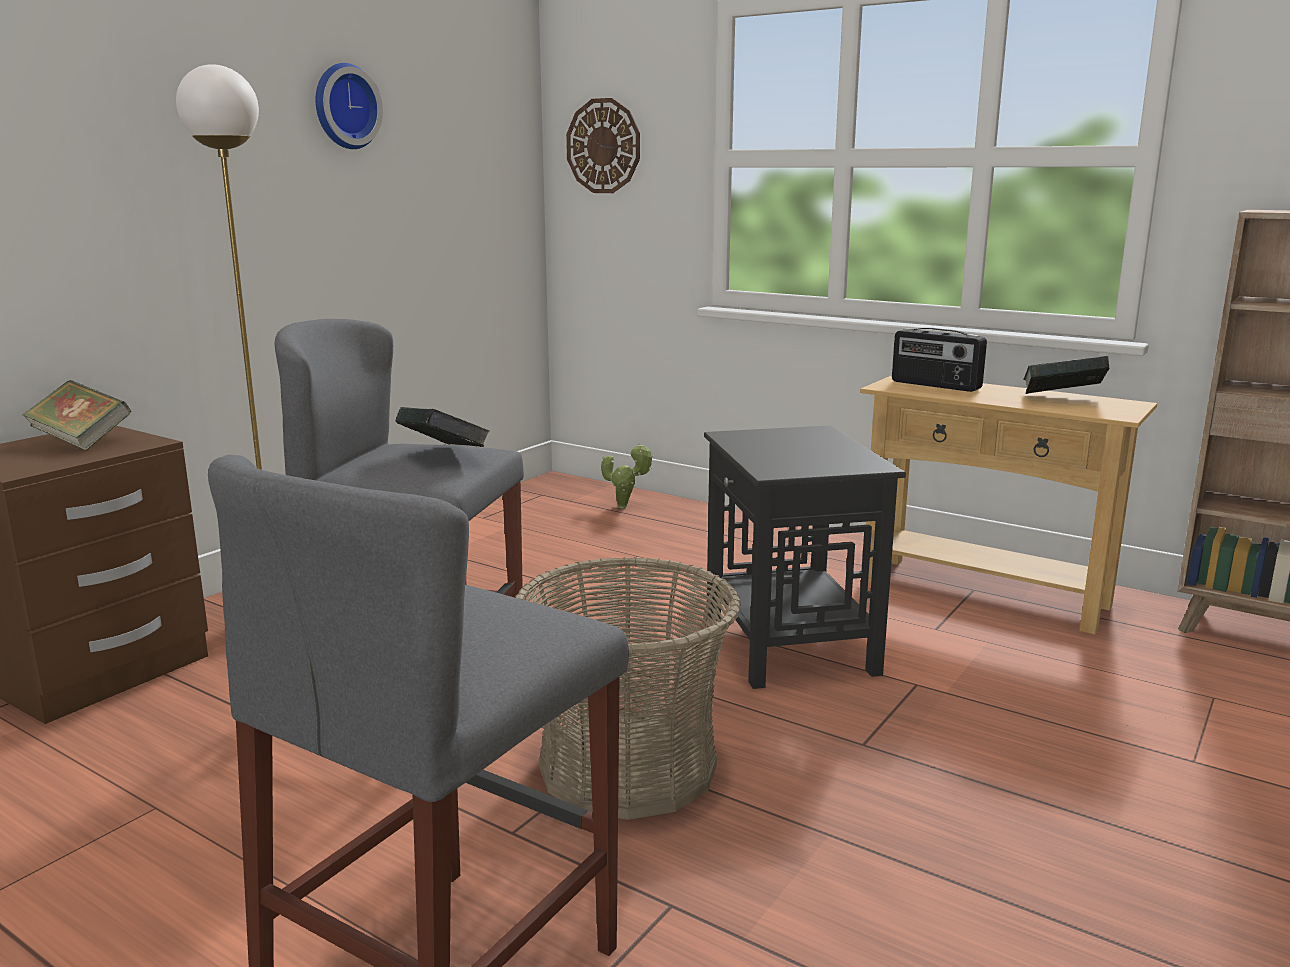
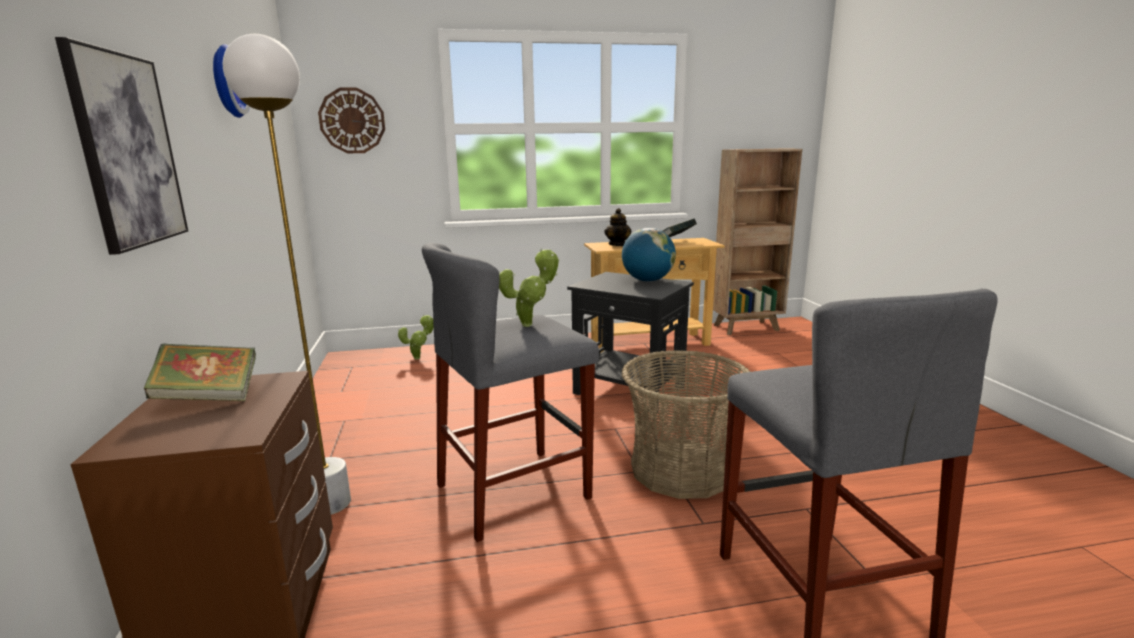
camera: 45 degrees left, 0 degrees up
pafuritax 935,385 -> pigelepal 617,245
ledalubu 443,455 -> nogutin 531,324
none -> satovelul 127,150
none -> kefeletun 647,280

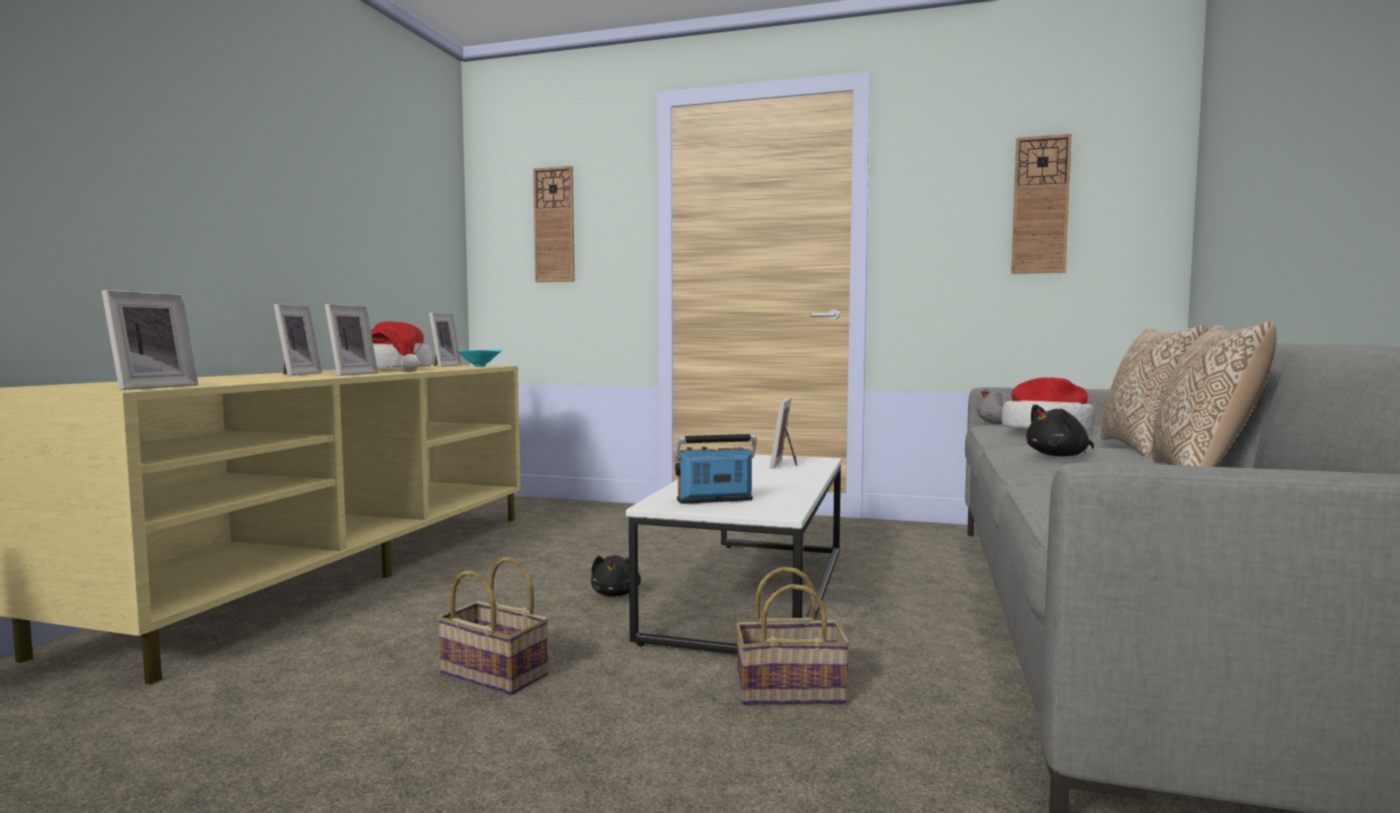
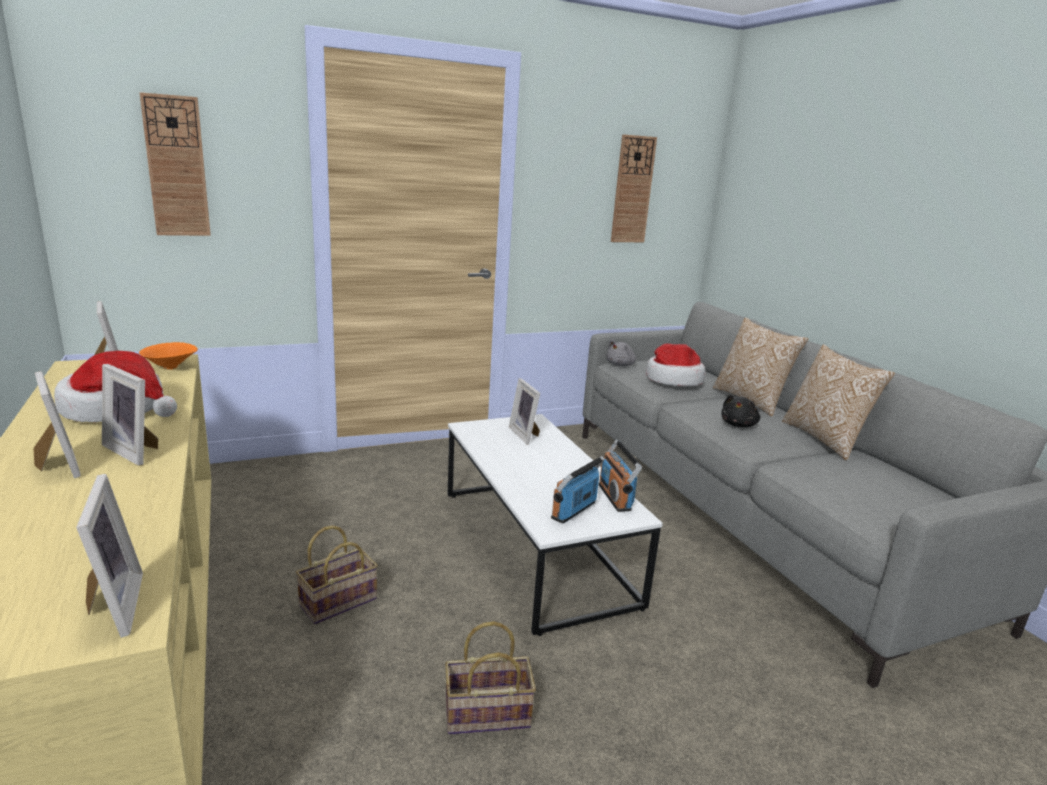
camera: 40 degrees left, 15 degrees up
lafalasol 348,374 -> lafalasol 135,451, 150 degrees clockwise
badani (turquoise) 480,366 -> badani (orange) 172,368
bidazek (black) 616,594 -> none
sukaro 792,690 -> sukaro 339,600, shifted
none -> pafuritax 615,497

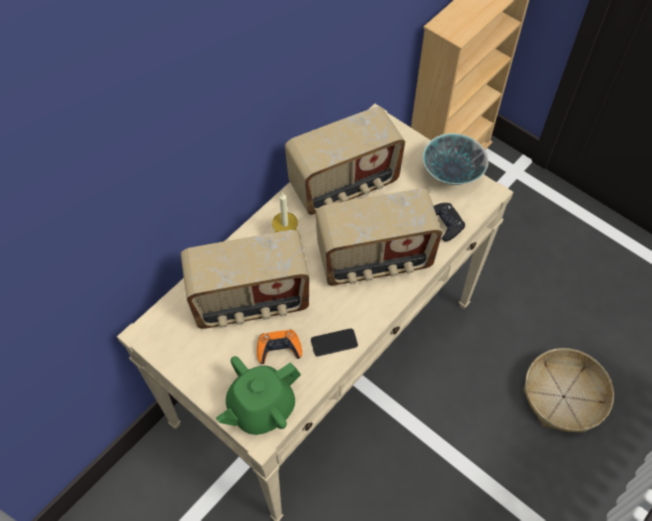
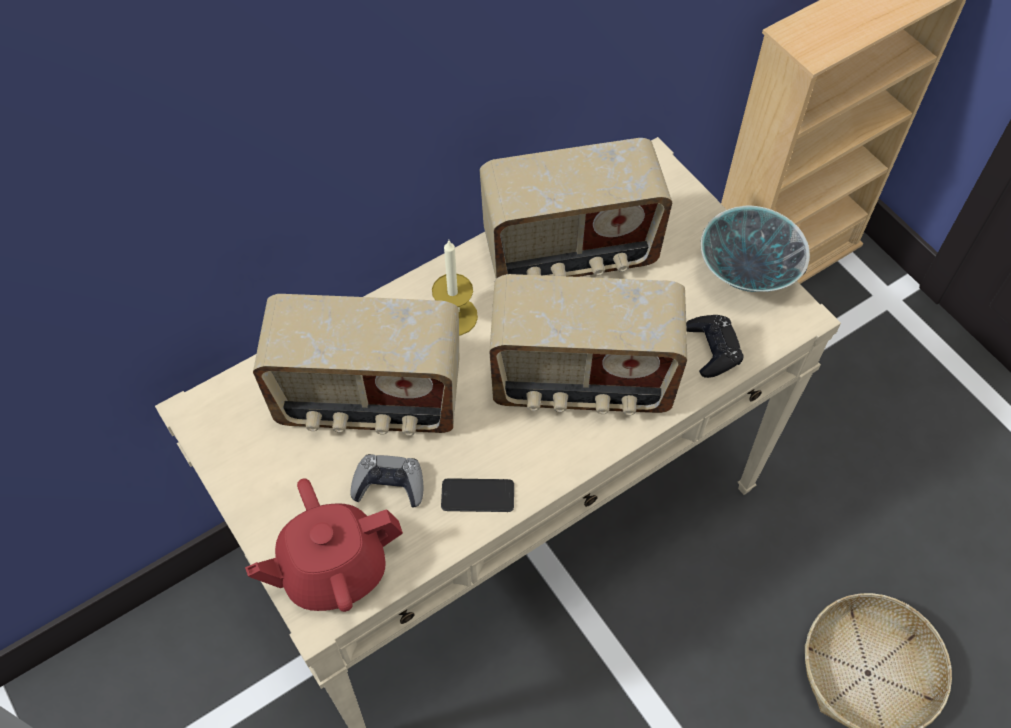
camera: 15 degrees right, 0 degrees up
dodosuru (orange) 279,349 -> dodosuru (grey) 389,484
pigelepal (green) 261,407 -> pigelepal (red) 333,569

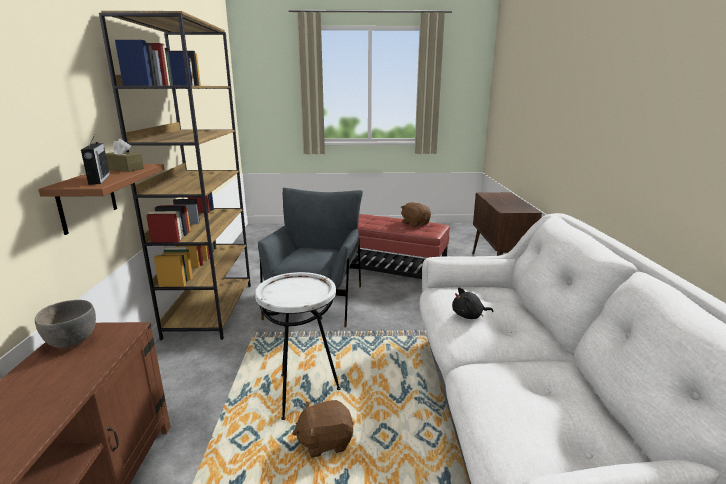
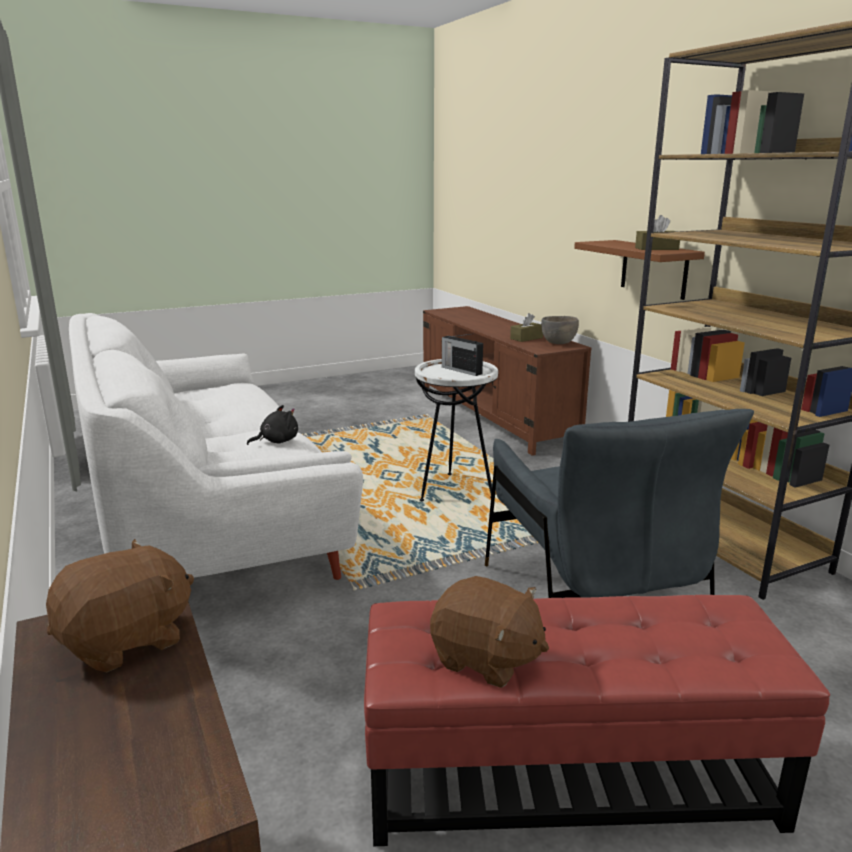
camera: 155 degrees right, 0 degrees up
pafuritax 99,179 -> pafuritax 461,370, shifted
bidazek (brown) 325,441 -> bidazek (brown) 127,640, shifted
none -> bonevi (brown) 526,338

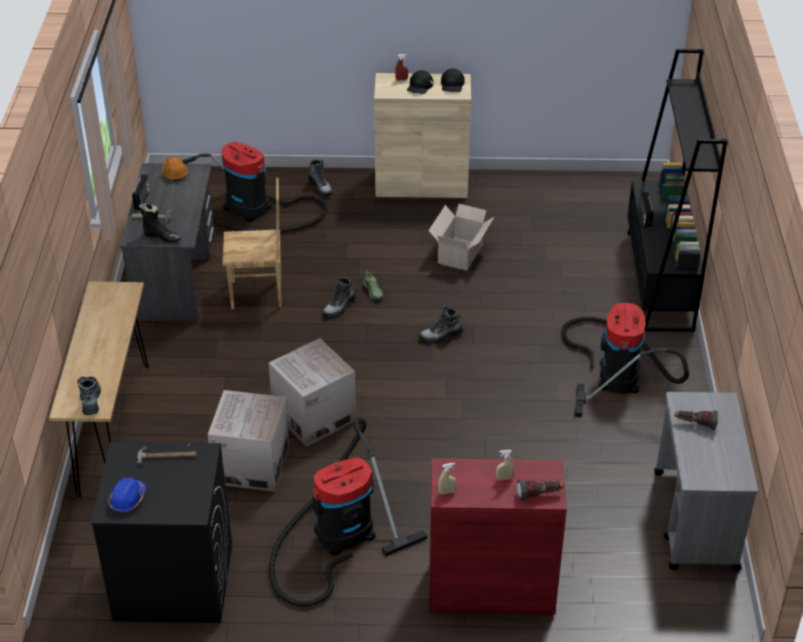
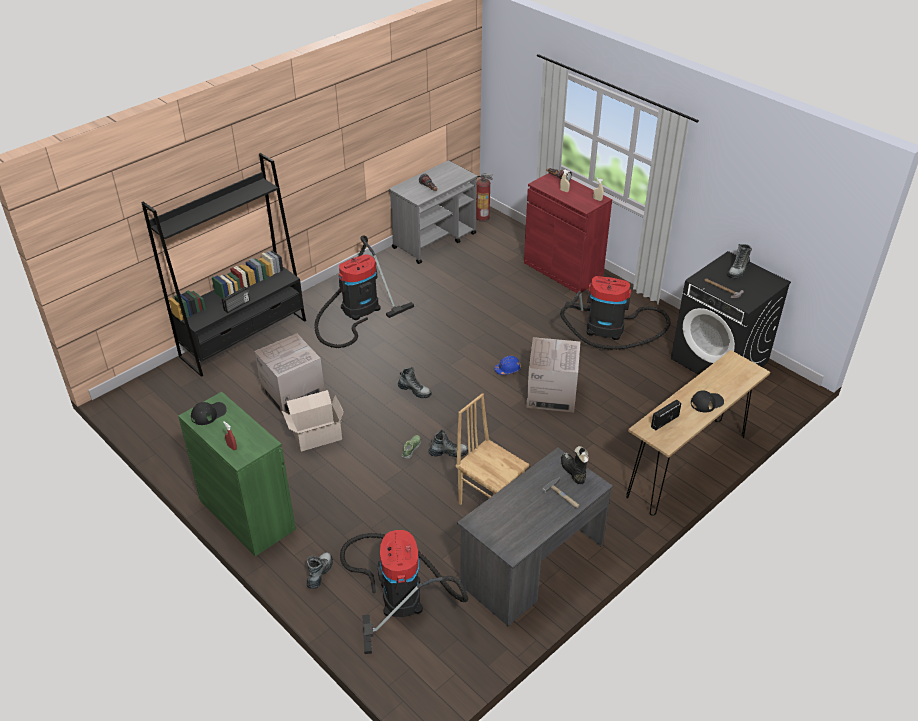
camera: 135 degrees left, 0 degrees up
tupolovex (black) 419,86 -> tupolovex (black) 706,402, shifted
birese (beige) 421,184 -> birese (green) 247,515
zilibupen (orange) 175,173 -> none
pafuritax 142,200 -> pafuritax 664,421, shifted
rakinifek 91,400 -> rakinifek 738,270, shifted
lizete 251,465 -> lizete 293,394, shifted
zilibupen (blue) 127,499 -> zilibupen (blue) 508,369, shifted
none -> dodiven 483,217

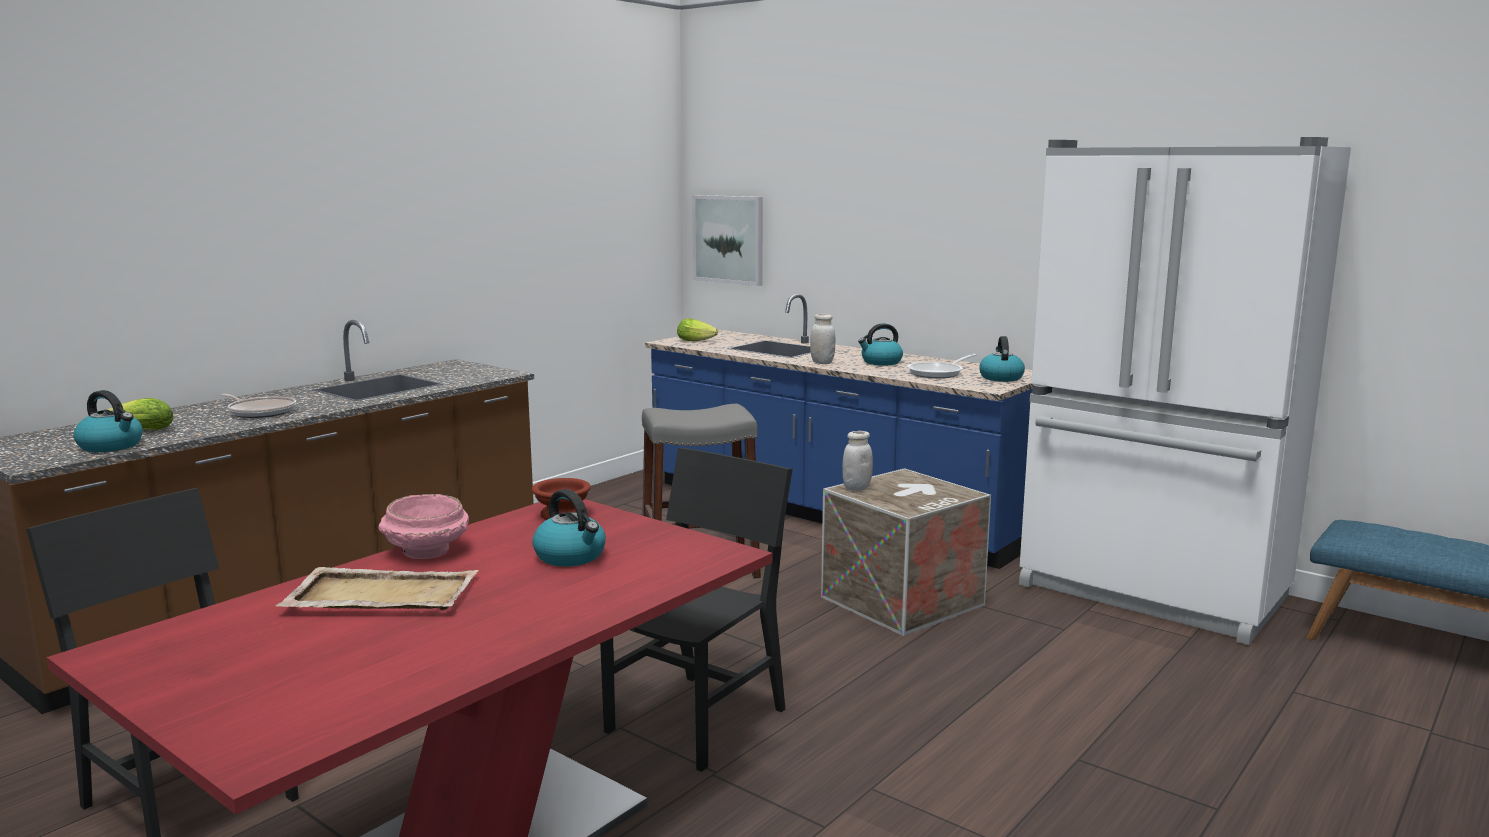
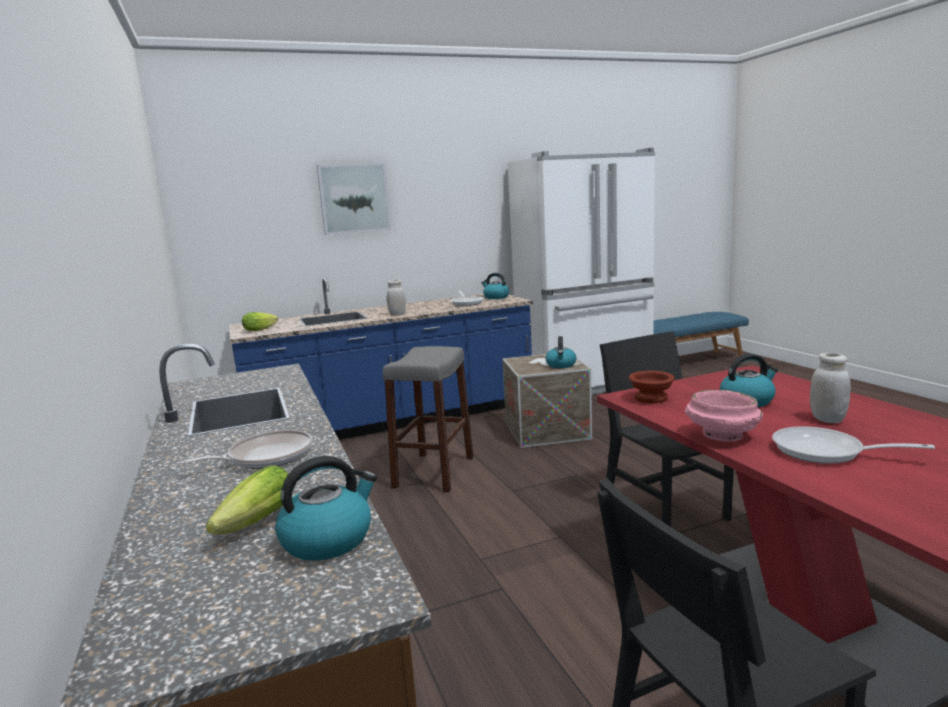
camera: 60 degrees left, 0 degrees up
satovelul 729,239 -> satovelul 354,198, shifted
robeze 881,362 -> robeze 561,365, shifted
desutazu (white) 856,488 -> desutazu (white) 827,419, shifted
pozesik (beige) 380,595 -> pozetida 826,452

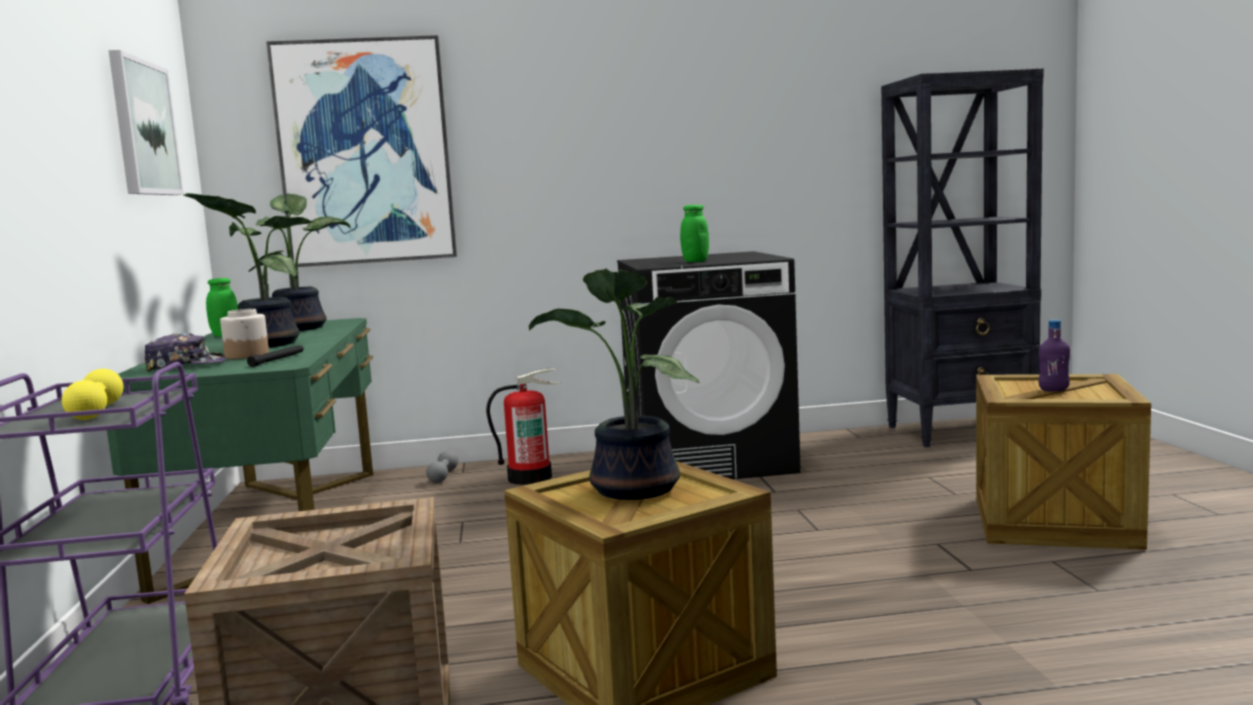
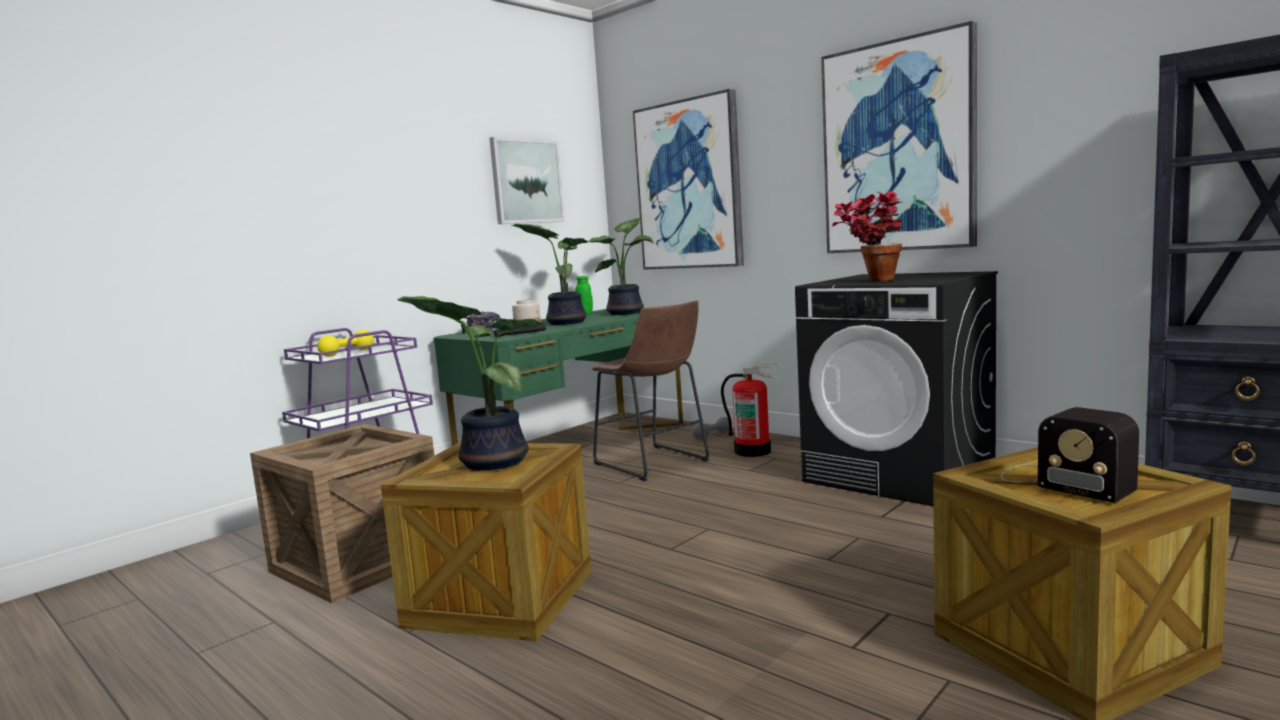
camera: 50 degrees right, 0 degrees up
desutazu (green) 695,261 -> nogutin 871,281
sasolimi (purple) 1053,390 -> pafuritax 1060,481
none -> satovelul 898,148
none -> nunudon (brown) 654,464

